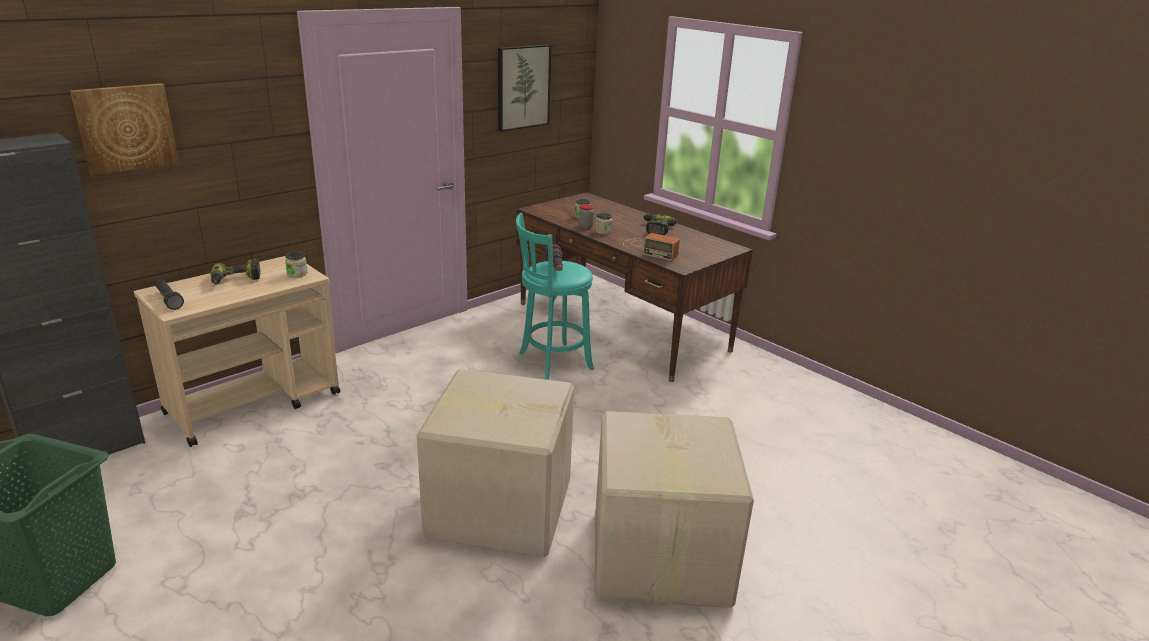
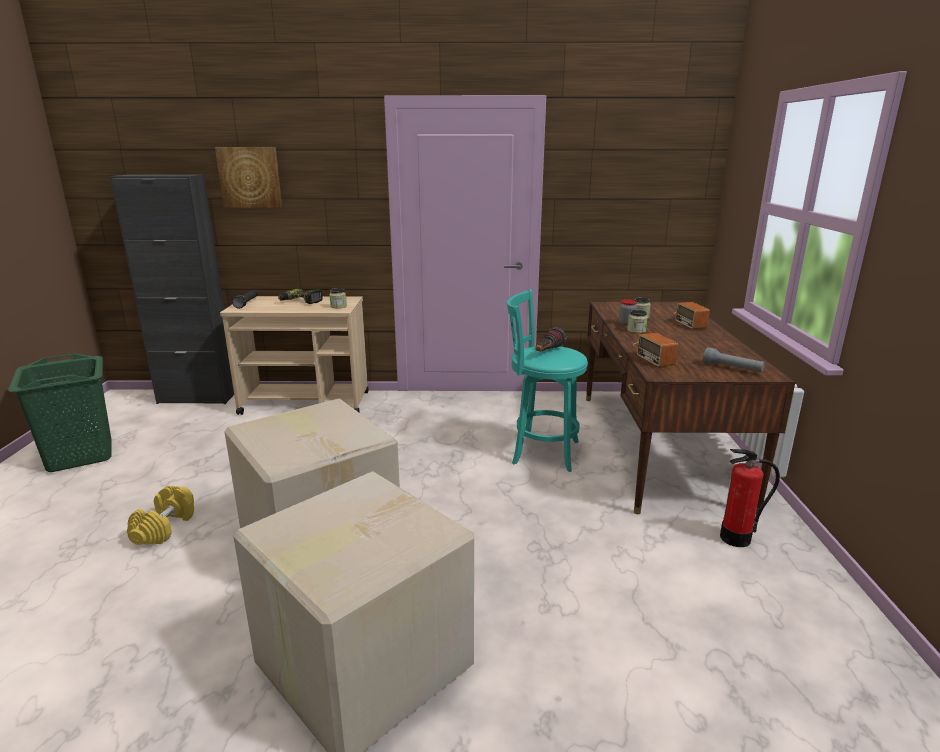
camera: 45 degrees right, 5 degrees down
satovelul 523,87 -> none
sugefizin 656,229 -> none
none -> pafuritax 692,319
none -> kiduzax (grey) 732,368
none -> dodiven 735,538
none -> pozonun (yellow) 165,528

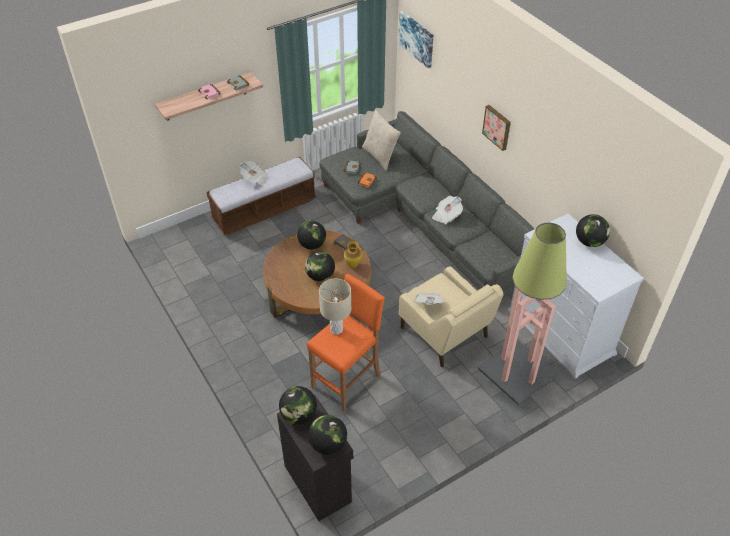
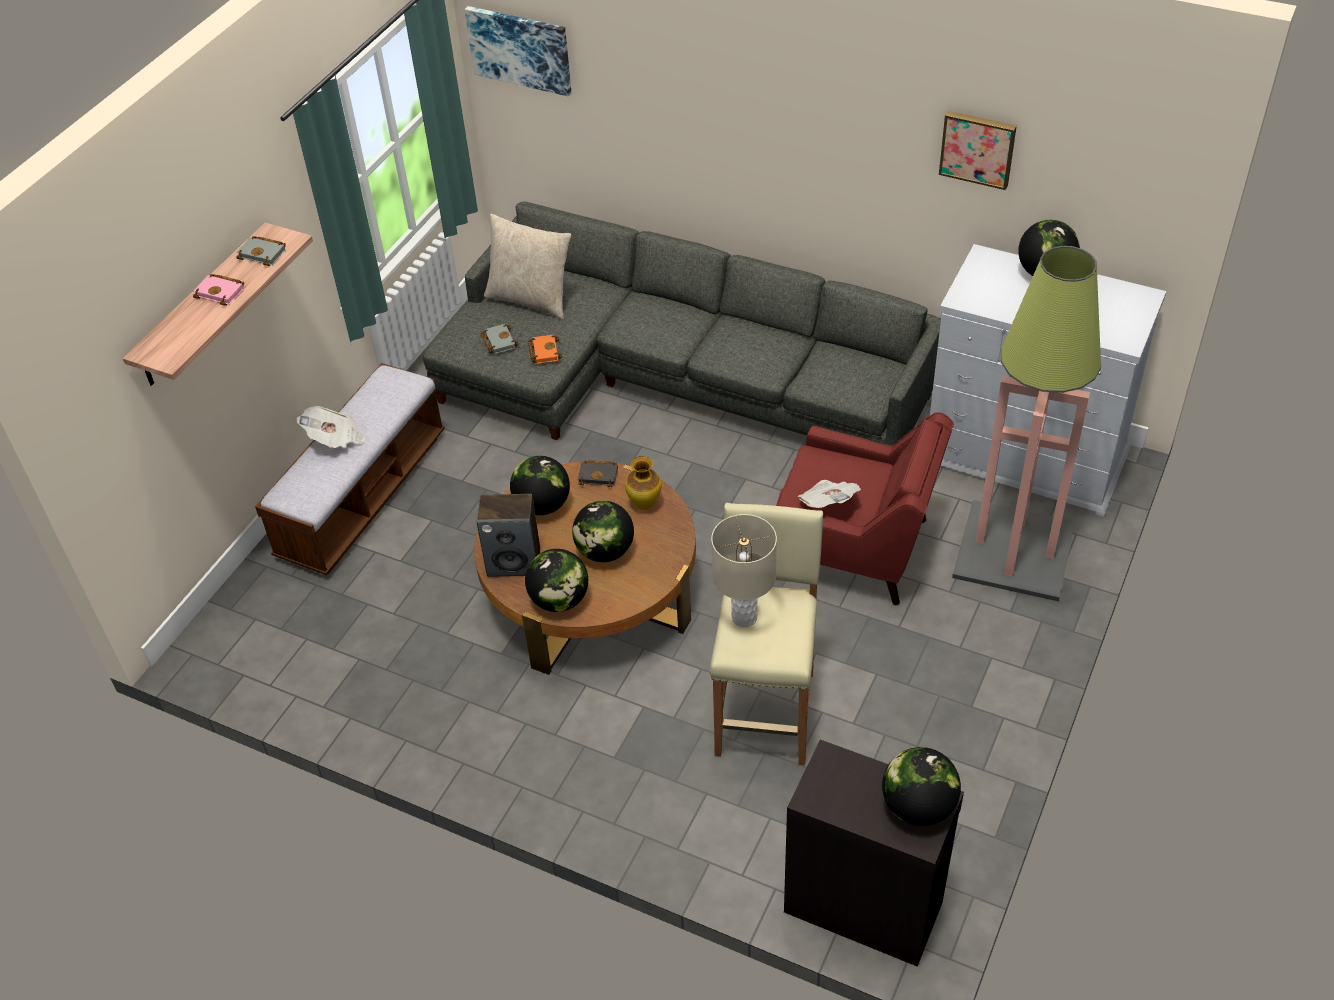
camera: 30 degrees left, 0 degrees up
satovelul 497,127 -> satovelul 978,148, shifted
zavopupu 446,216 -> none
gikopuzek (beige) 445,334 -> gikopuzek (red) 856,549
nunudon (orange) 347,381 -> nunudon (beige) 766,712
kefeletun 299,415 -> kefeletun 559,600, shifted
none -> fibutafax 514,562

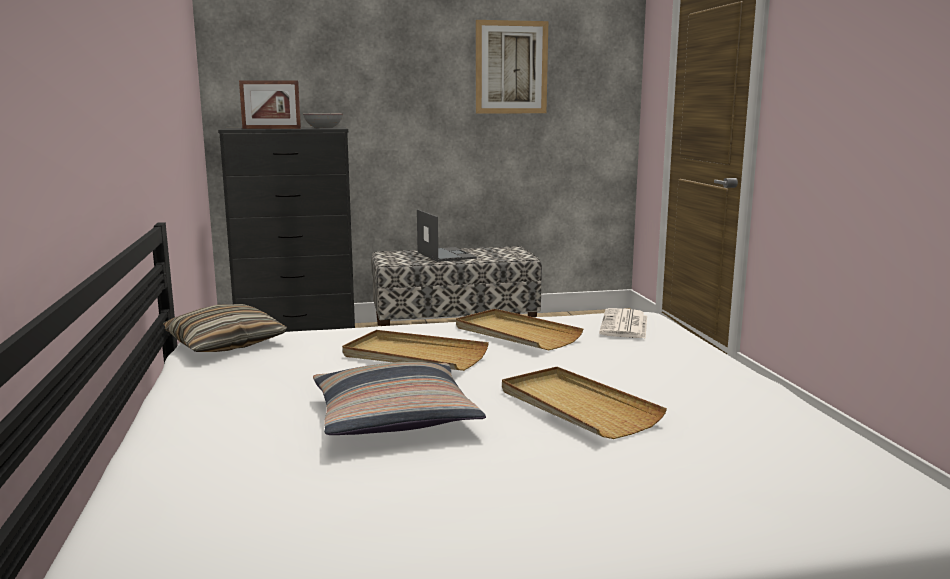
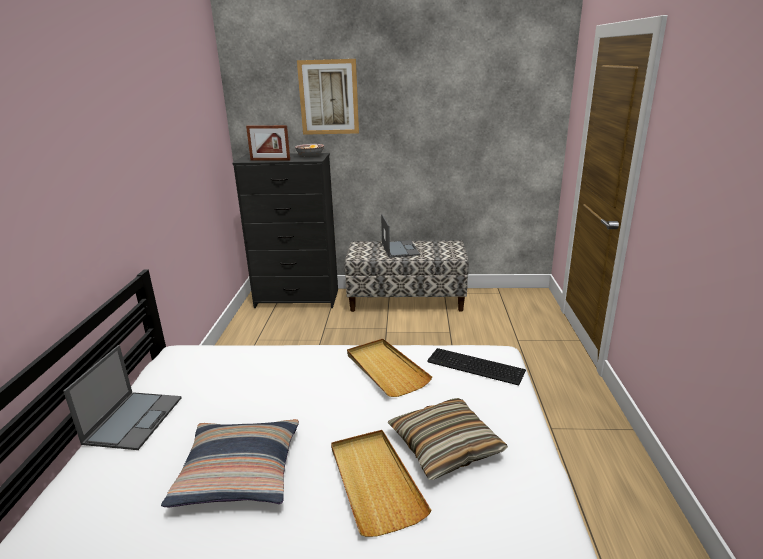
camera: 15 degrees right, 10 degrees up
satovelul 511,67 -> satovelul 328,97, shifted
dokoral 224,343 -> dokoral 445,447, shifted
zavopupu 625,325 -> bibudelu 476,367
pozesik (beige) 414,356 -> none
none -> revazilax 134,419

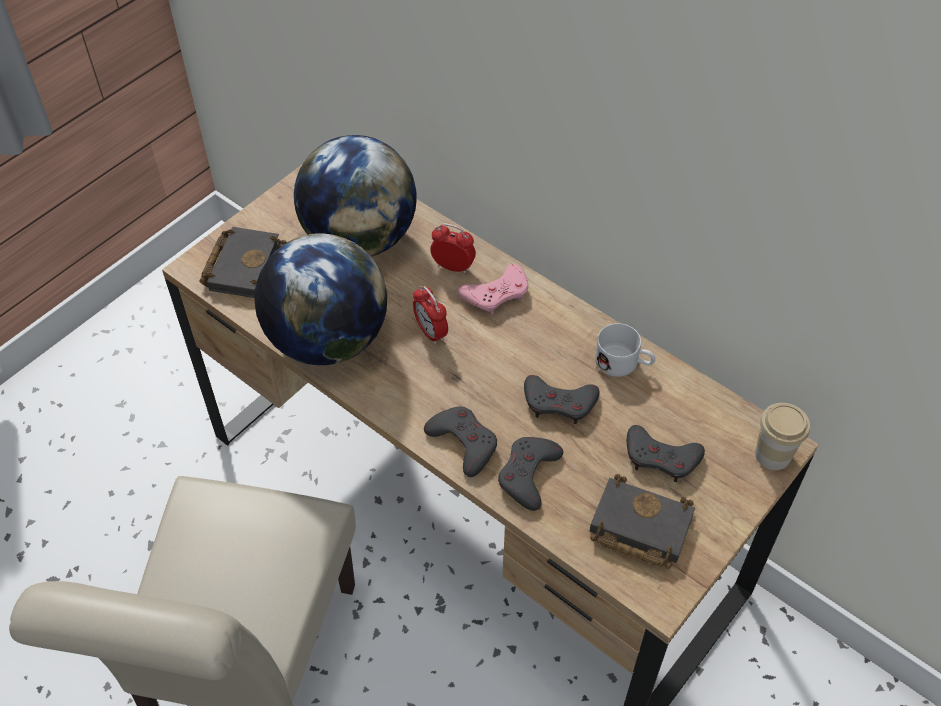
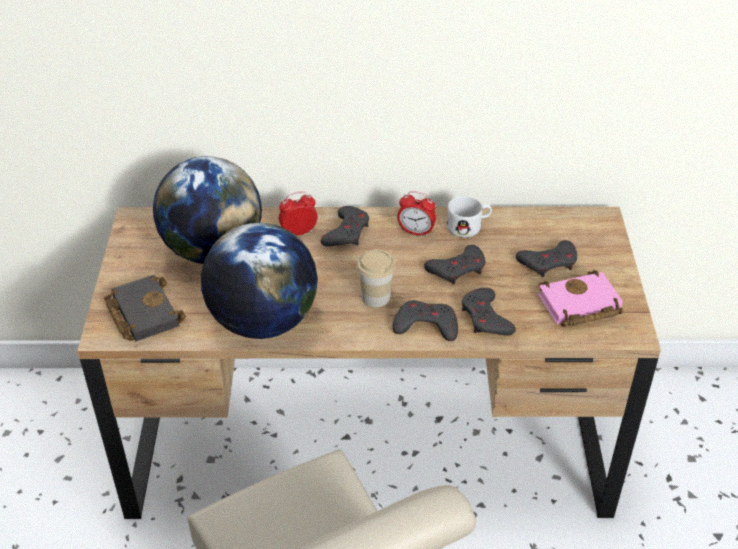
camera: 40 degrees left, 10 degrees down
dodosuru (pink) 496,294 -> dodosuru (grey) 346,232
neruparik 431,332 -> neruparik 416,232, shifted
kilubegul 773,455 -> kilubegul 375,297, shifted
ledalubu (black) 637,527 -> ledalubu (pink) 578,306

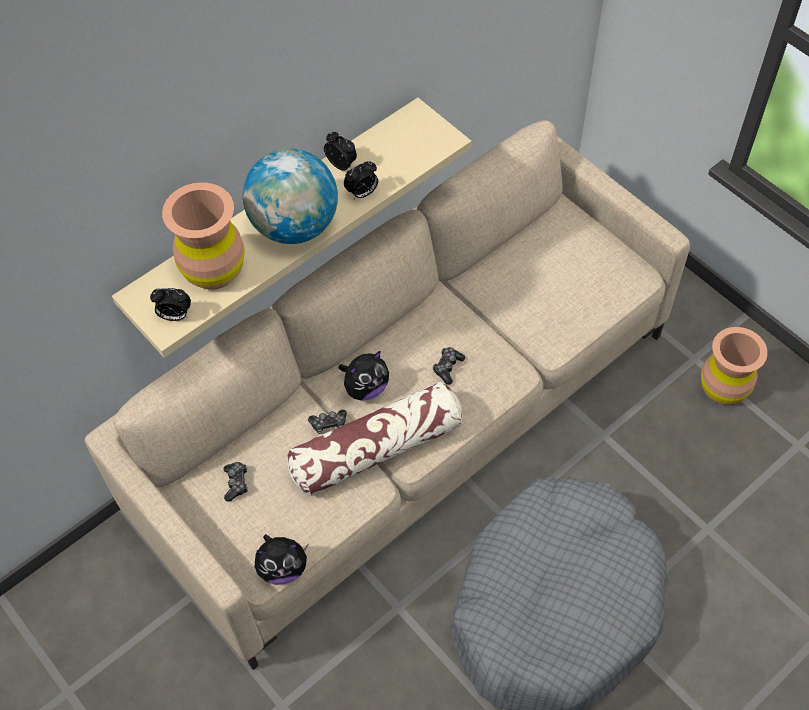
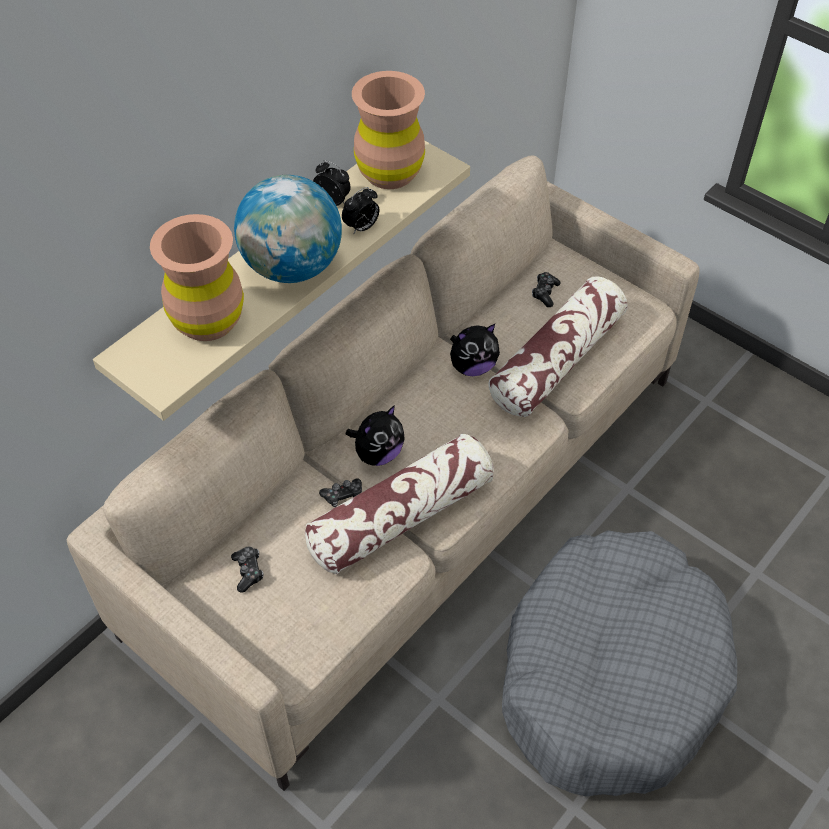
camera: 10 degrees left, 5 degrees down
neruparik 175,316 -> none
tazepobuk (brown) 723,388 -> tazepobuk (brown) 389,172, shifted
dodosuru 447,367 -> dodosuru 545,293, shifted
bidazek 283,568 -> bidazek 472,366, shifted
none -> dokoral 557,360

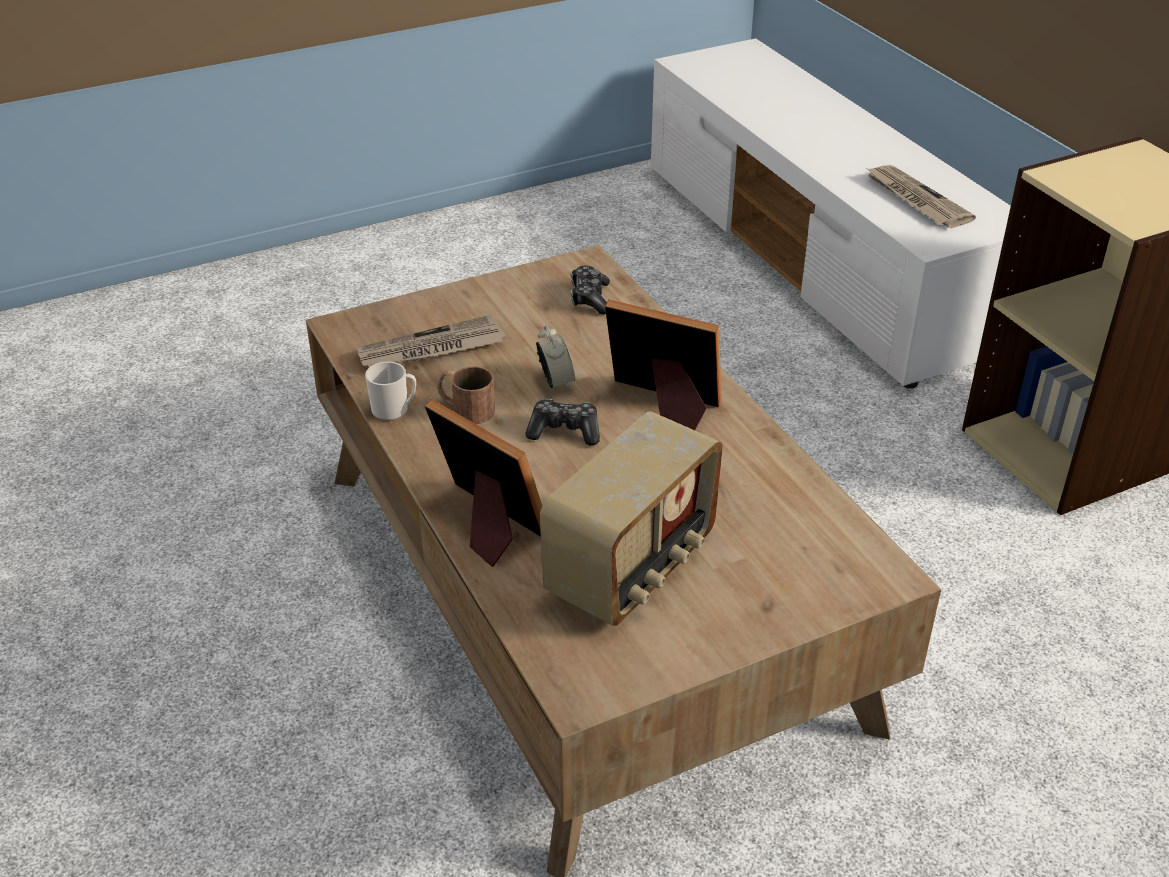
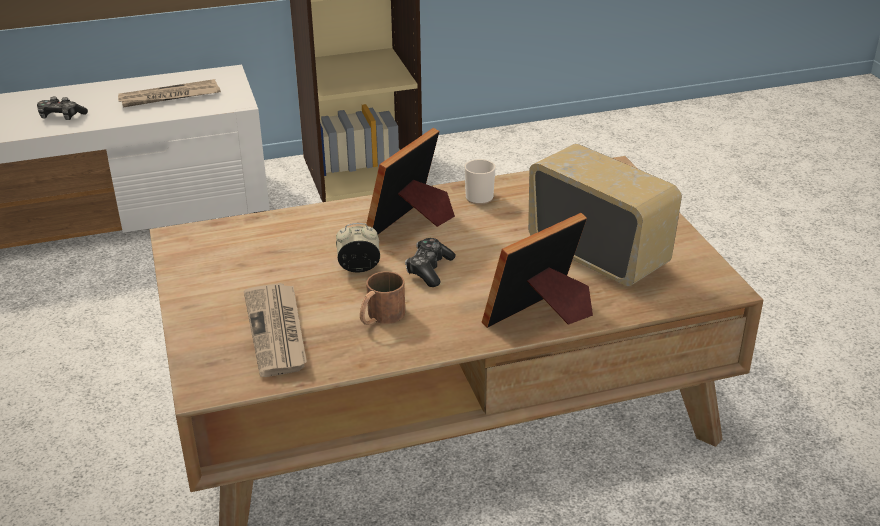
camera: 80 degrees left, 5 degrees down
dodosuru 590,298 -> dodosuru 61,117, shifted
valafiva 394,410 -> valafiva 479,196, shifted

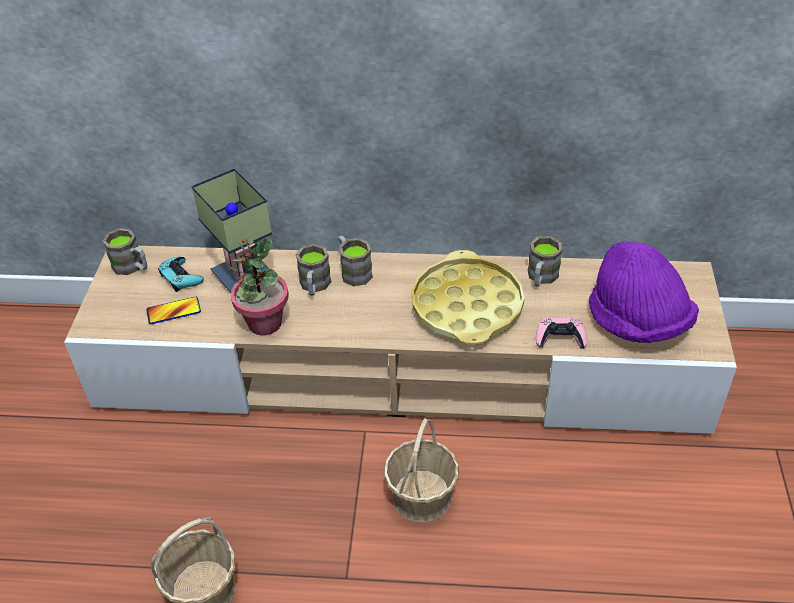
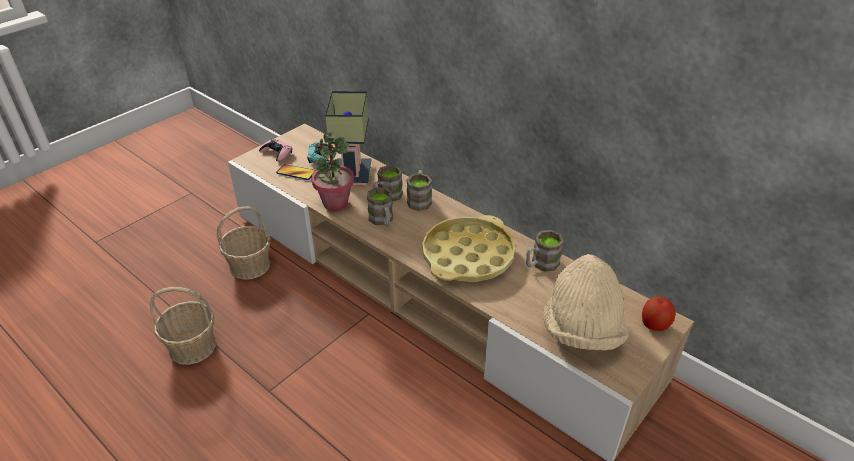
camera: 35 degrees right, 5 degrees down
valafiva (brown) 132,267 -> valafiva (brown) 382,220, shifted
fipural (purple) 637,322 -> fipural (beige) 581,330
dodosuru (pink) 560,337 -> dodosuru (pink) 277,153, shifted
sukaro 422,496 -> sukaro 250,265, shifted
none -> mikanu 654,325

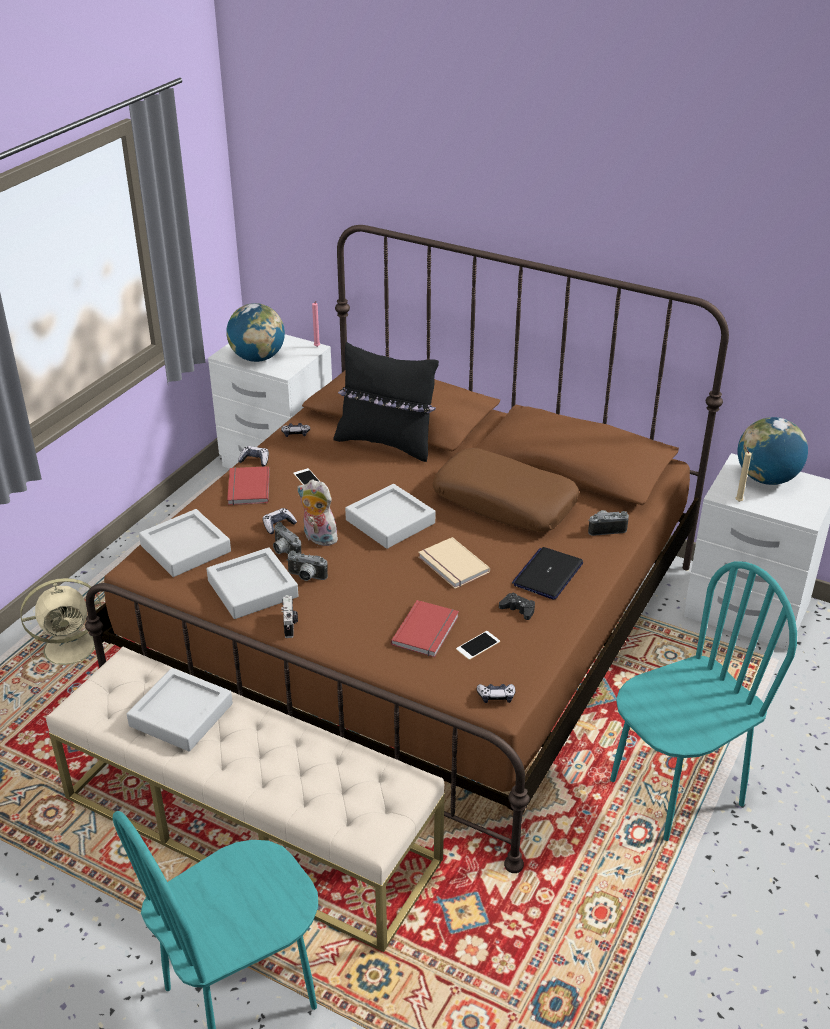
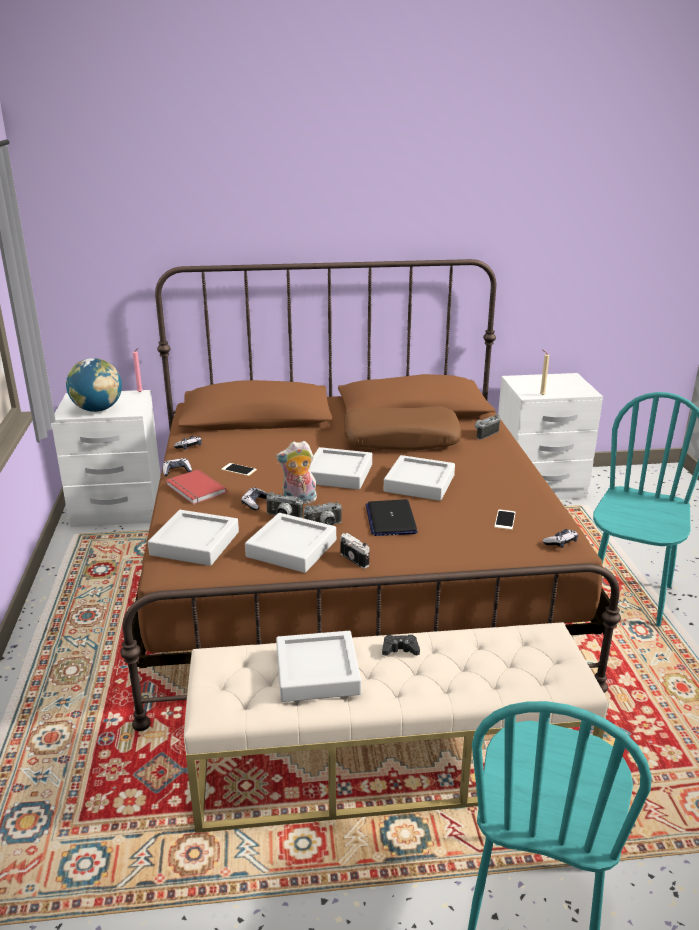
camera: 35 degrees left, 10 degrees down
dokoral (black) 386,443 -> none
kefeletun 766,479 -> none
ledalubu (beige) 452,566 -> pozesik (grey) 419,483
revazilax 548,574 -> revazilax 390,519, shifted
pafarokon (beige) 72,647 -> none
dodosuru (black) 518,609 -> dodosuru (black) 400,649, shifted
ledalubu (red) 427,631 -> none

